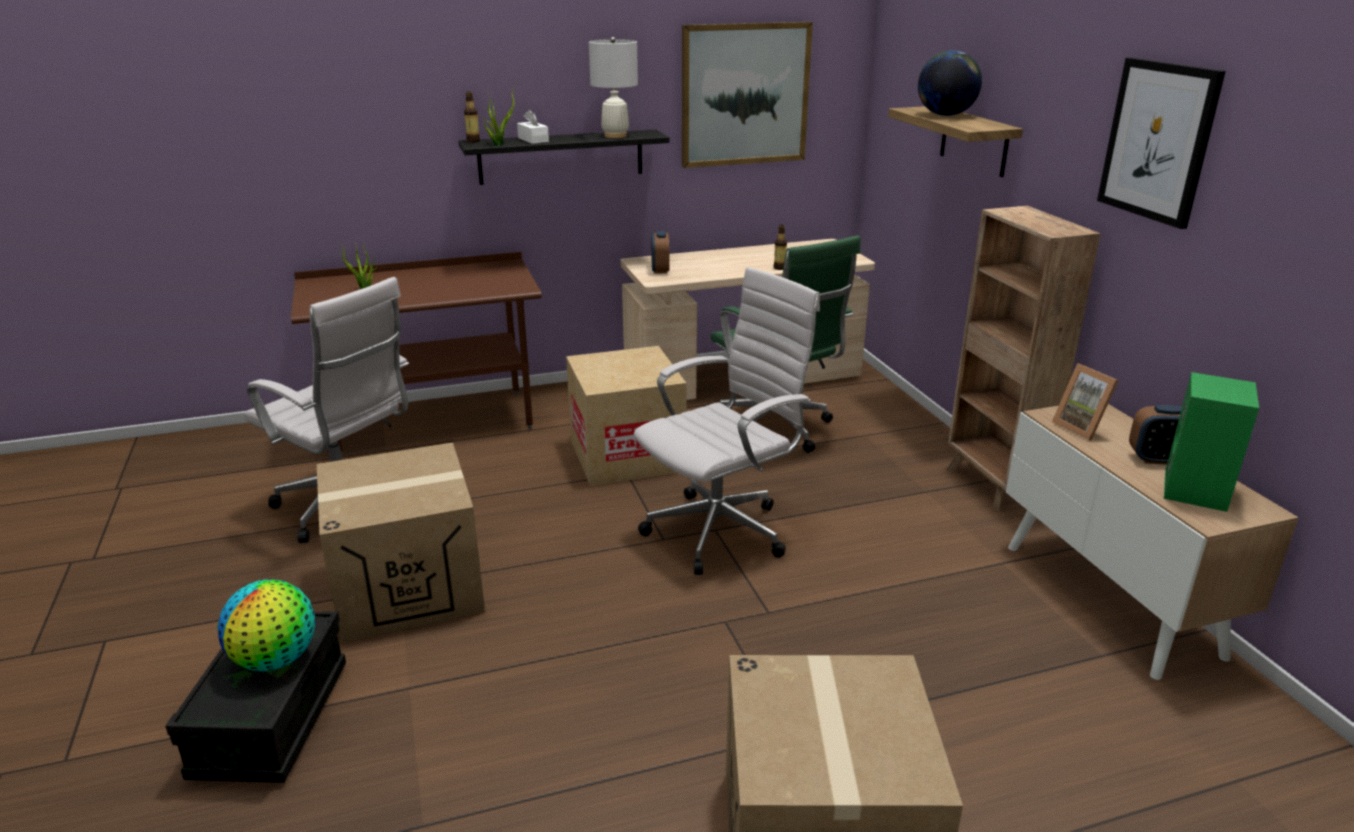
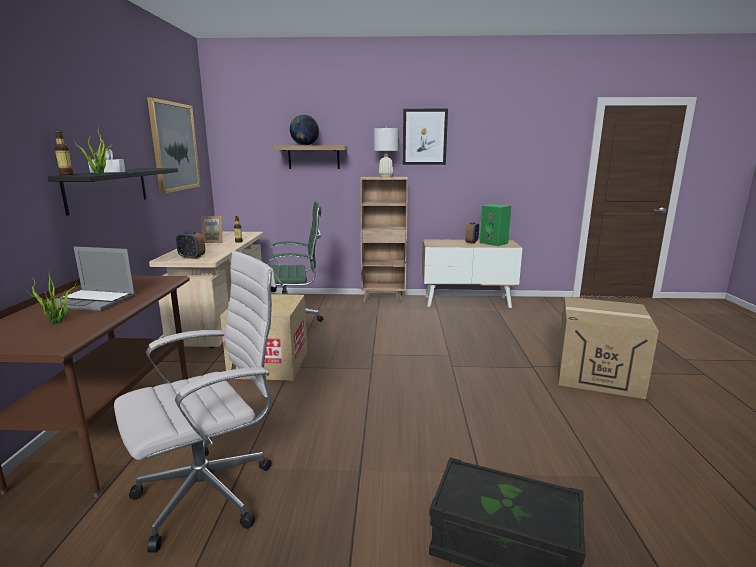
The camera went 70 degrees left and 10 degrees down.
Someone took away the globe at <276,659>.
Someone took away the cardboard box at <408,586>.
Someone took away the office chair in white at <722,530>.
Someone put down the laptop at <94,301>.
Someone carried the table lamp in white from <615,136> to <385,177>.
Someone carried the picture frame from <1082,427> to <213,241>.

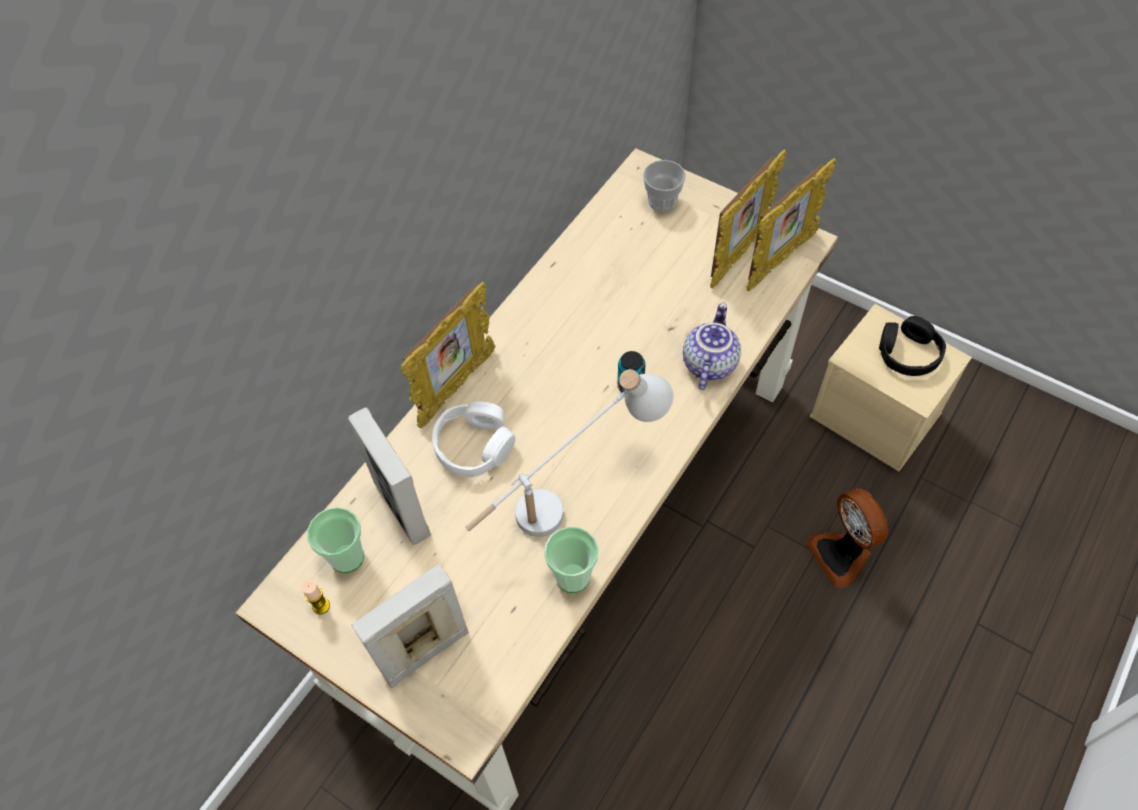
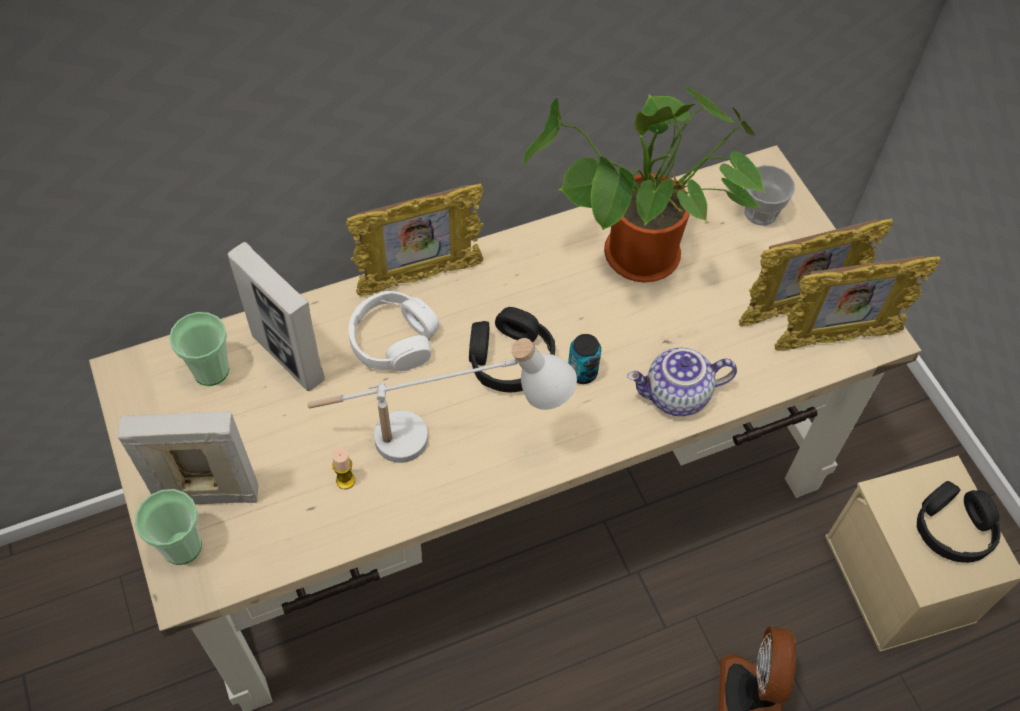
The camera went 30 degrees right and 0 degrees up.
Someone put down the headphones in black at <510,359>.
Someone put down the potted plant at <636,262>.
Someone carried the candle from <321,606> to <345,480>.
Someone carried the cup from <572,576> to <182,546>.
Someone rotated the picture frame at <402,509> by 45 degrees counterclockwise.
Someone rotated the teapot at <708,363> by 150 degrees counterclockwise.

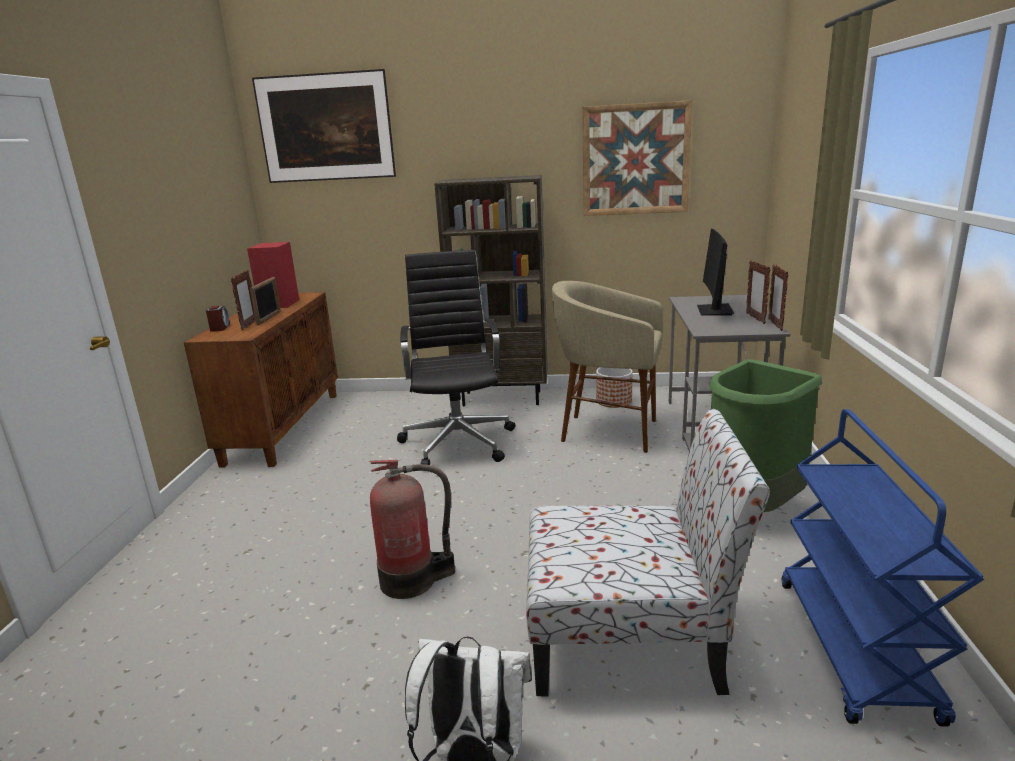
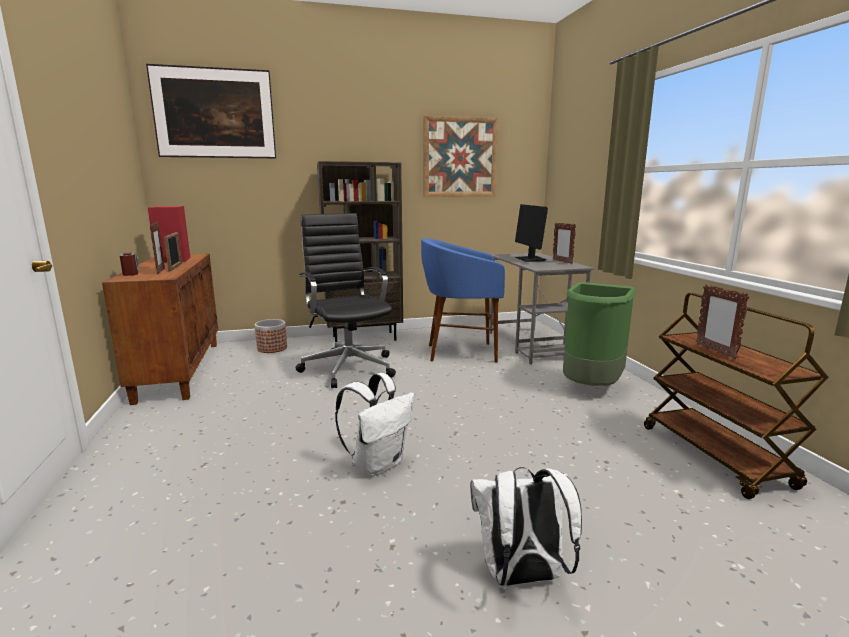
The camera went 20 degrees left and 5 degrees down.
Someone took away the chair at <629,638>.
Someone carried the planter from <614,401> to <272,348>.
Someone carried the picture frame from <775,325> to <715,351>.
Someone swapped the fire extinguisher at <412,580> for the backpack in white at <378,463>.
Someone repainted the stool in beige at <608,432>, which became the stool in blue at <461,353>.
Someone repainted the cart in blue at <855,648>, which became the cart in brown at <715,456>.

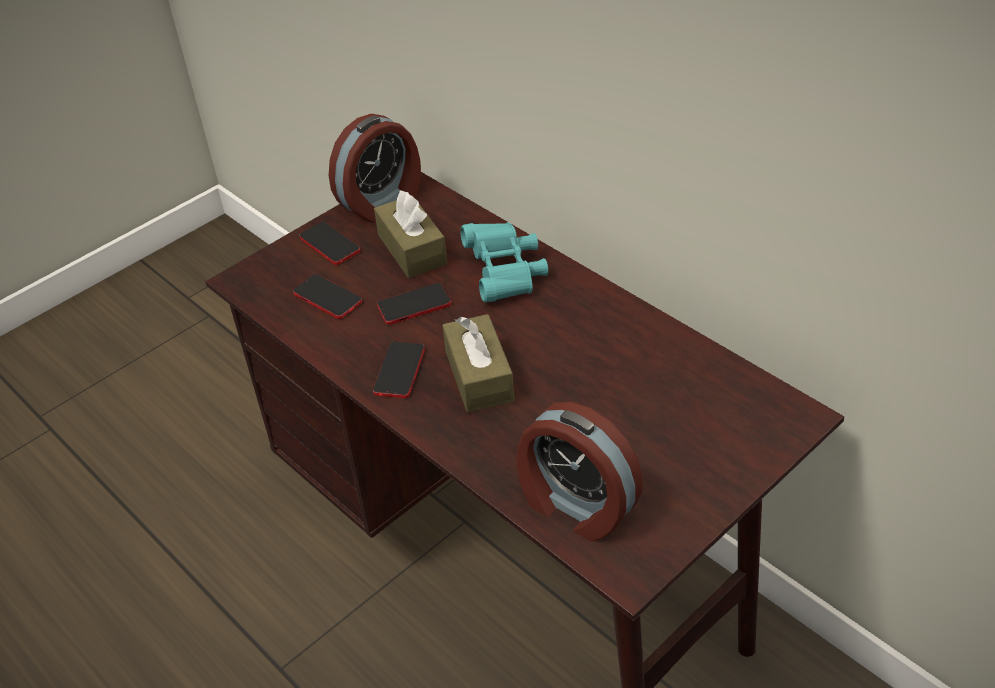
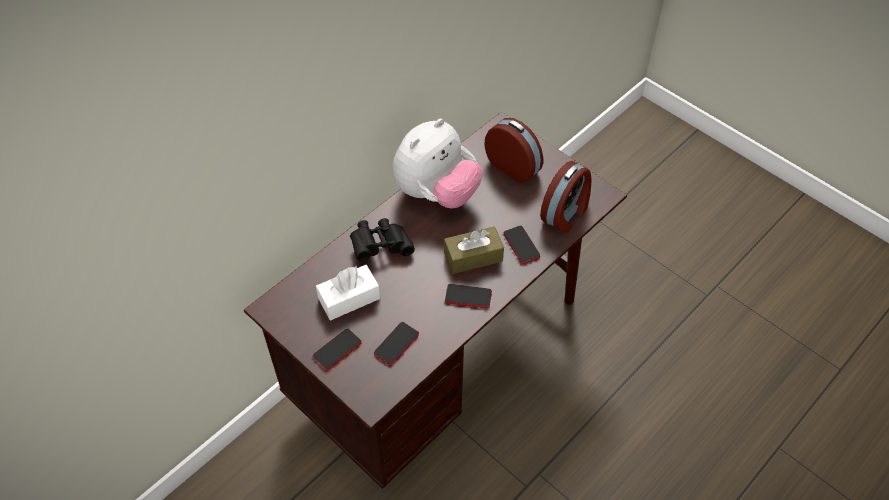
The camera went 95 degrees left and 10 degrees up.
Someone put down the plush toy at <436,193>.
Someone carried the alarm clock from <382,201> to <514,166>.
Someone carried the phone from <414,305> to <521,245>.
Someone repainted the tissue box in brown at <412,249>, which became the tissue box in white at <349,299>.
Someone repainted the binoculars in turquoise at <505,274>, which became the binoculars in black at <380,246>.

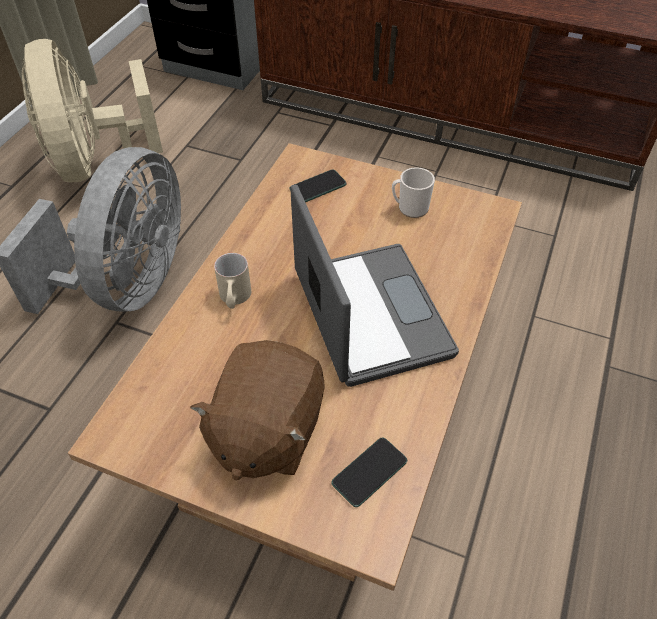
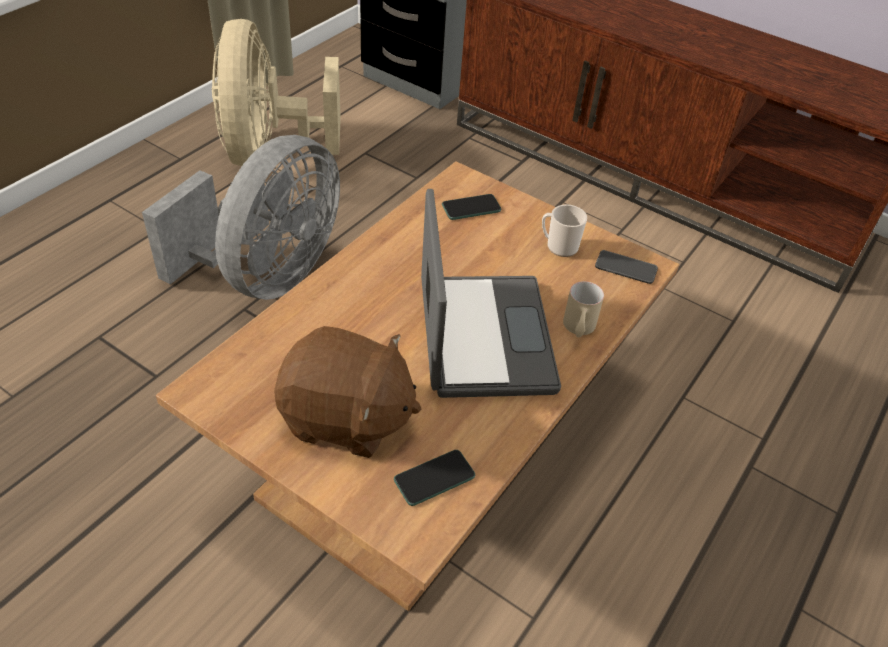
The camera went 10 degrees right and 5 degrees down.
Someone put down the phone at <625,268>.
Someone carried the mug in beige from <234,299> to <578,330>.
Someone rotated the plush toy in brown at <266,431> by 105 degrees counterclockwise.

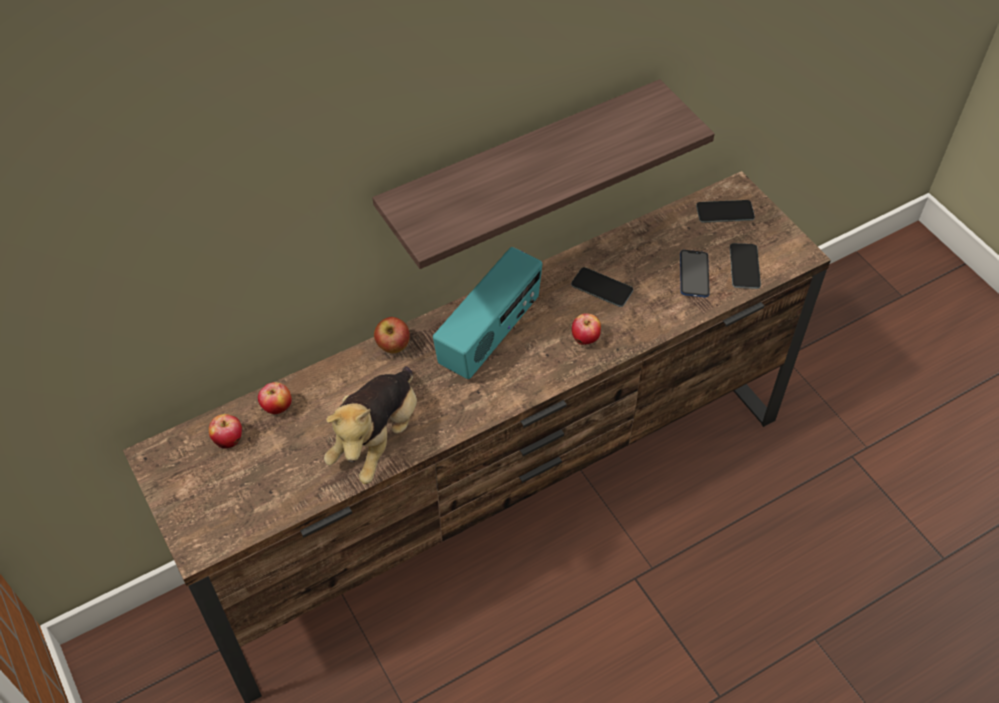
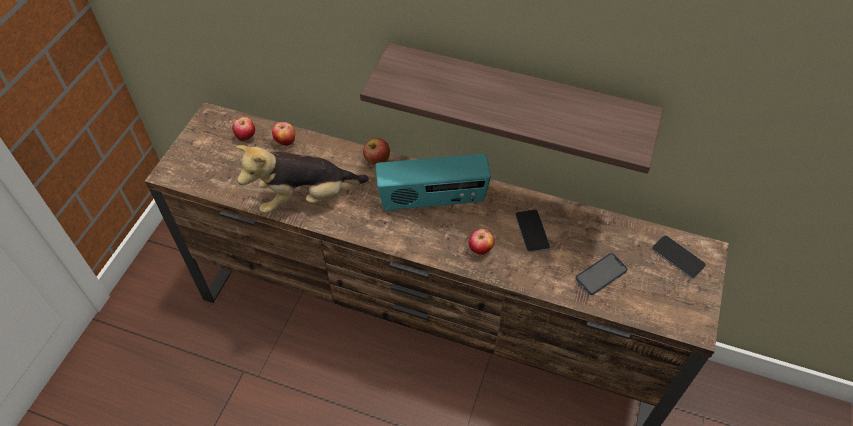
The camera went 50 degrees right and 0 degrees up.
Someone took away the phone at <744,266>.

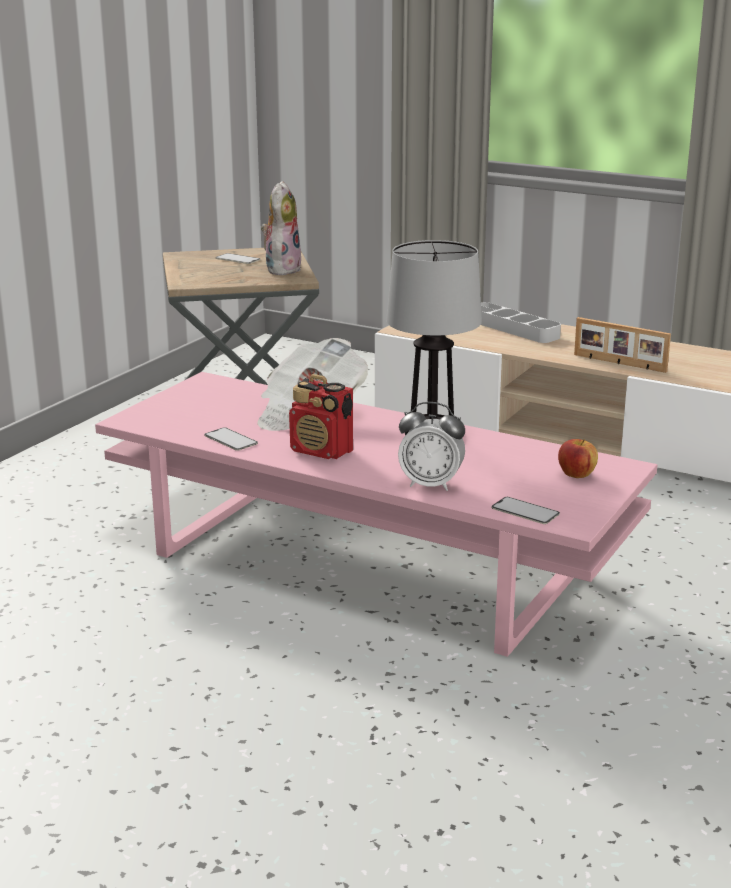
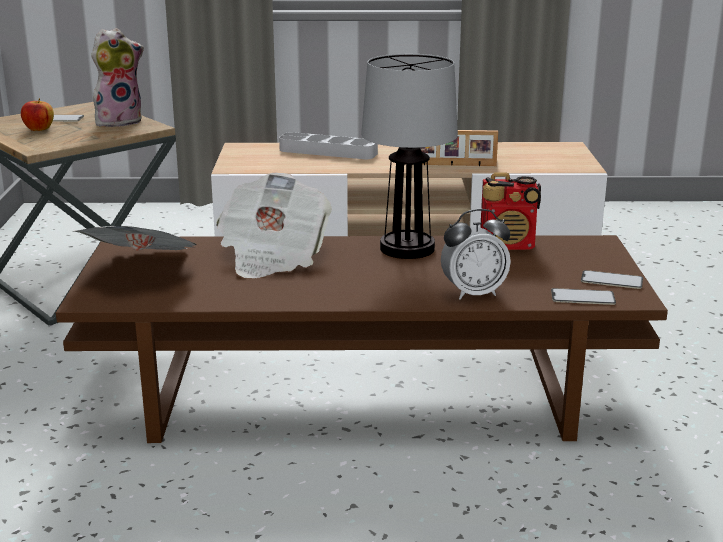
The camera went 30 degrees left and 0 degrees up.
Someone put down the newspaper at <143,270>.
Someone carried the phone from <231,439> to <611,280>.
Someone carried the radio from <322,451> to <508,245>.
Someone carried the apple from <576,474> to <39,129>.
Someone repainted the coffee table in pink at <367,563>, which became the coffee table in brown at <363,392>.
Someone rotated the plush toy at <281,269> by 75 degrees clockwise.

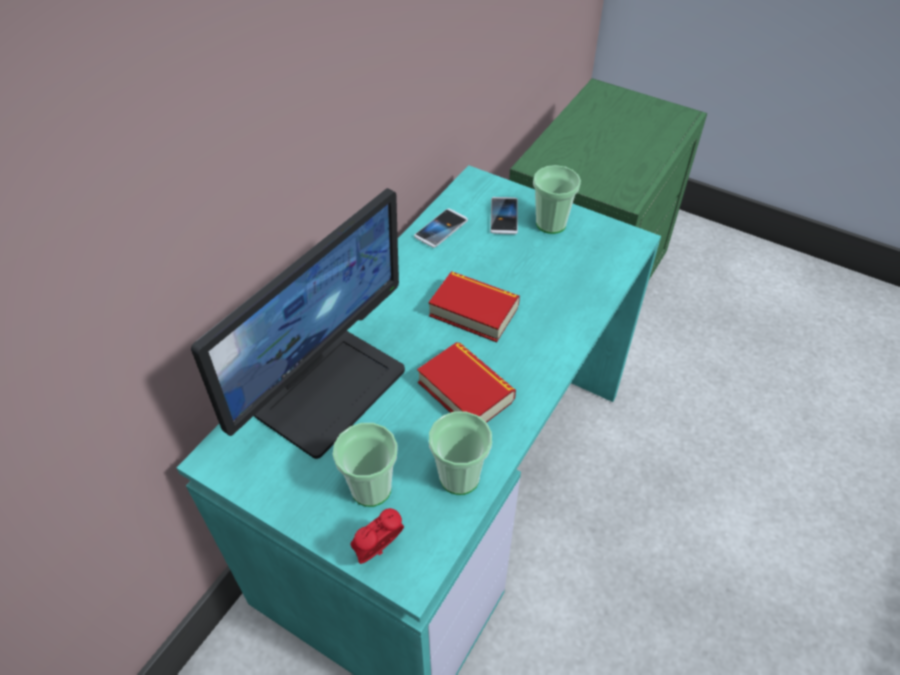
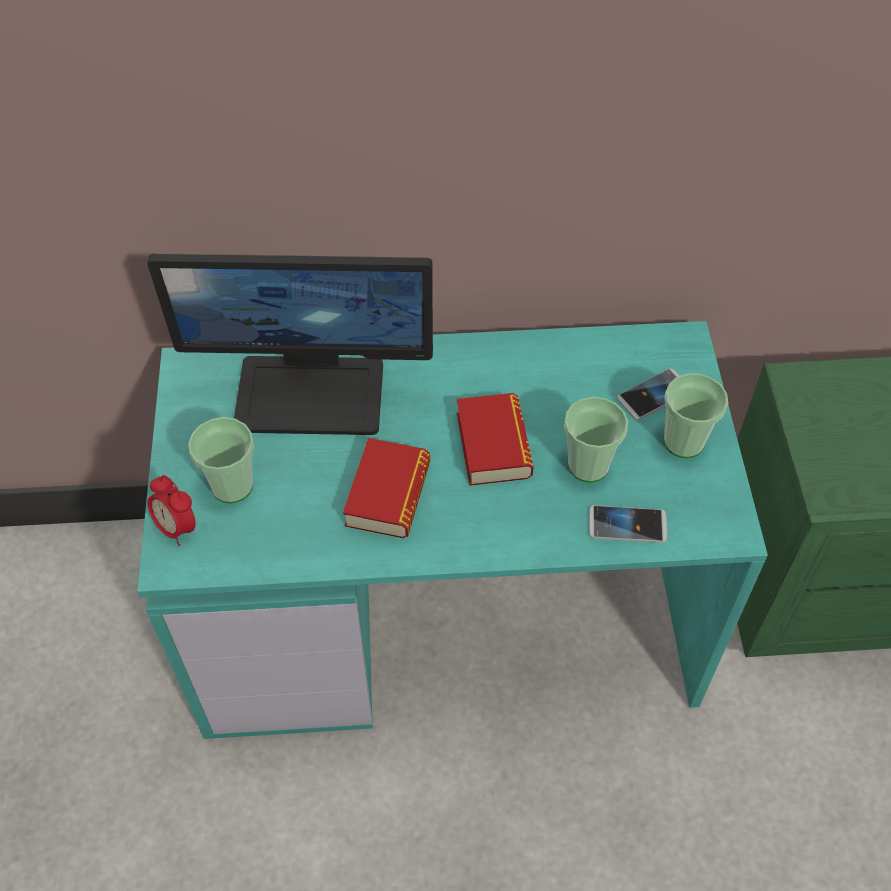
The camera went 55 degrees right and 5 degrees up.
Someone carried the phone from <441,229> to <627,525>.
Someone carried the cup from <459,477> to <588,465>.
Someone rotated the alarm clock at <379,551> by 150 degrees counterclockwise.

